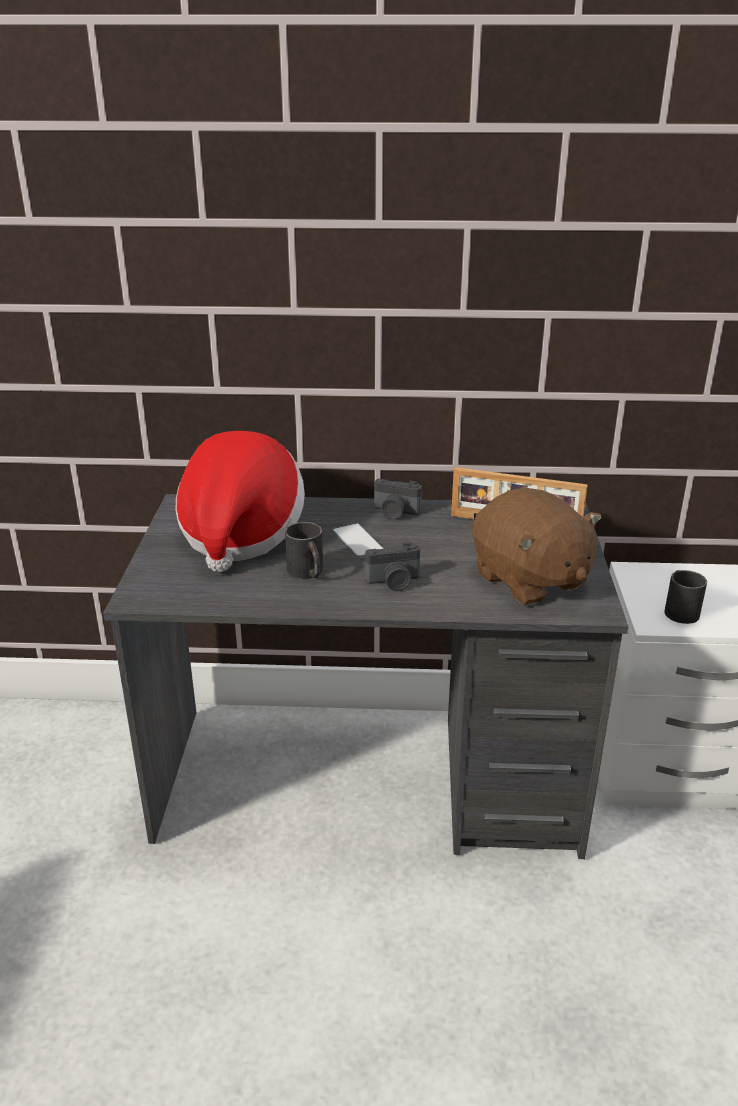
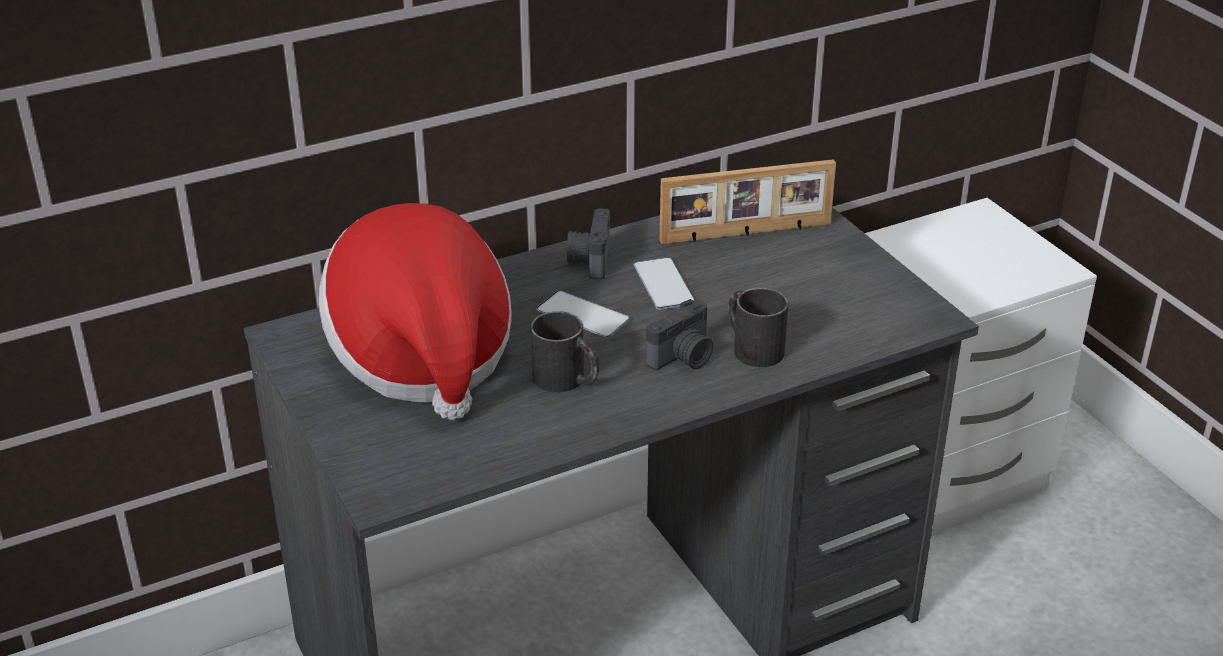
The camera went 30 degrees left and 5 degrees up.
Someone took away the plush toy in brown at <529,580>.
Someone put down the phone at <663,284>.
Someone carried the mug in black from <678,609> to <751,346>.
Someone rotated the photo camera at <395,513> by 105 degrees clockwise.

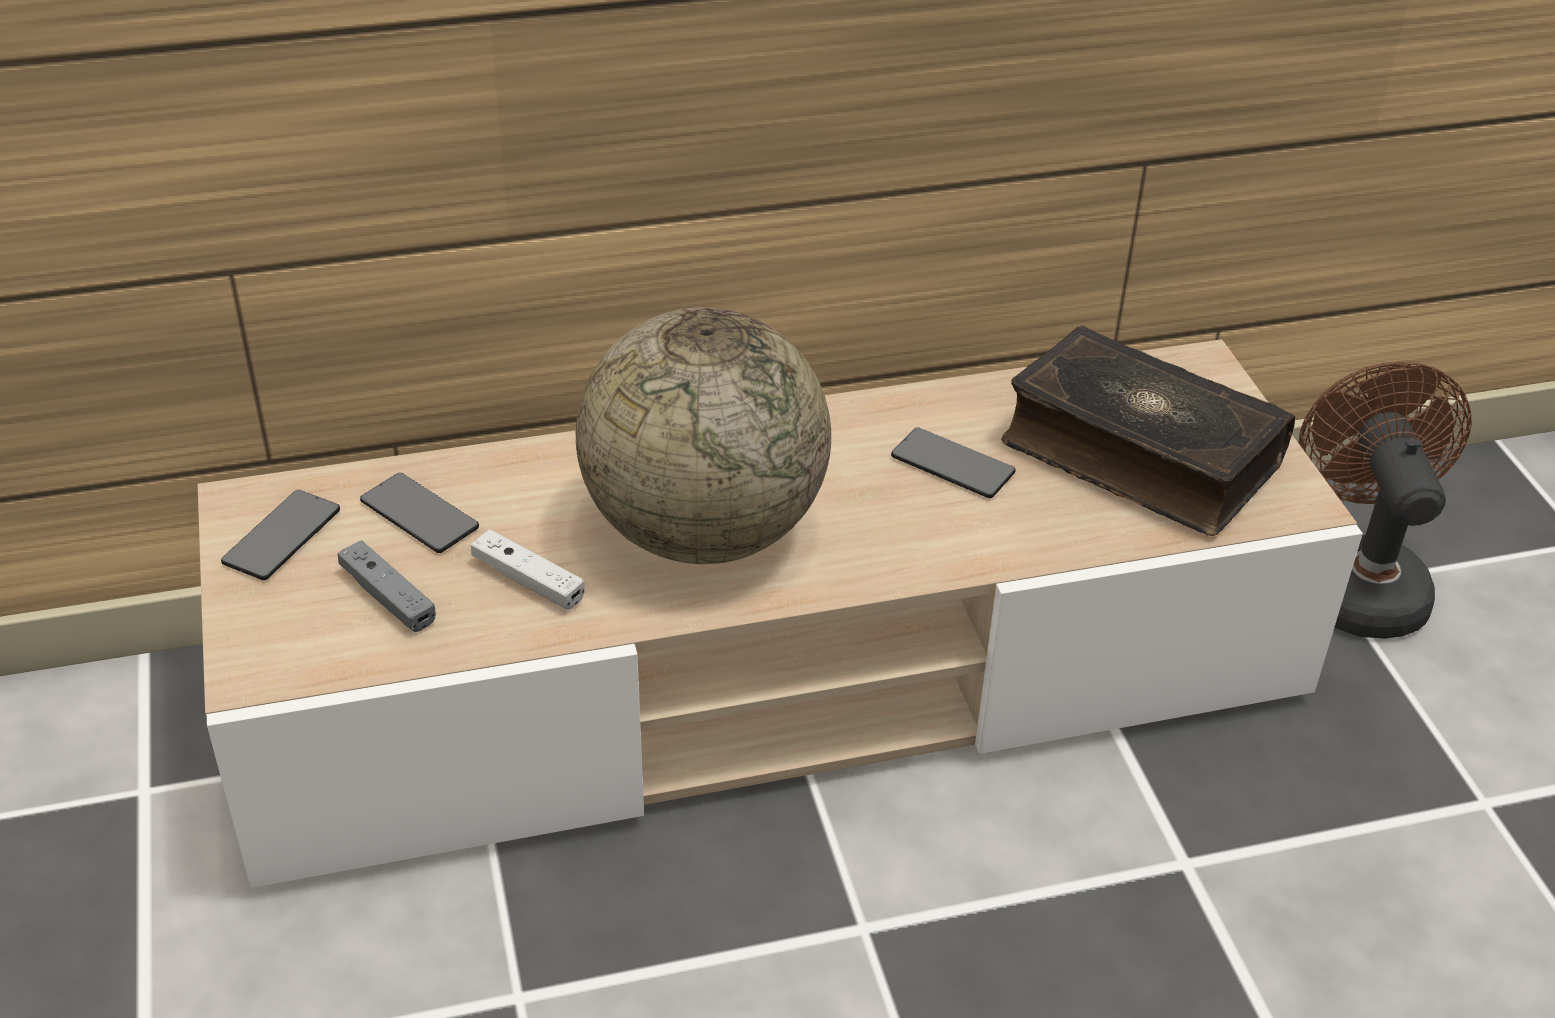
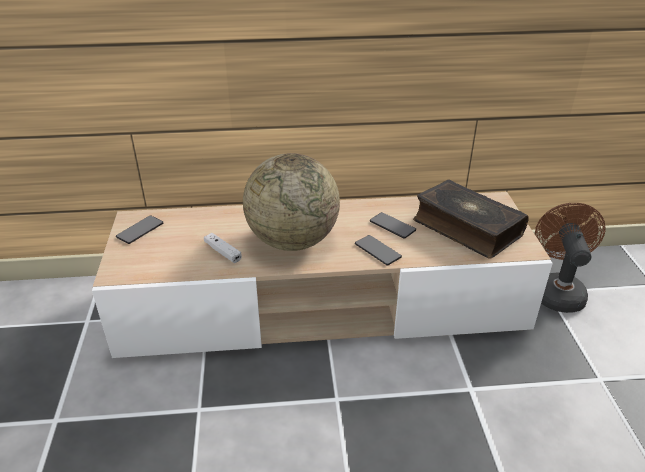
The camera went 10 degrees right and 5 degrees down.
Someone took away the game controller in grey at <388,597>.
Someone carried the phone from <419,515> to <377,251>.

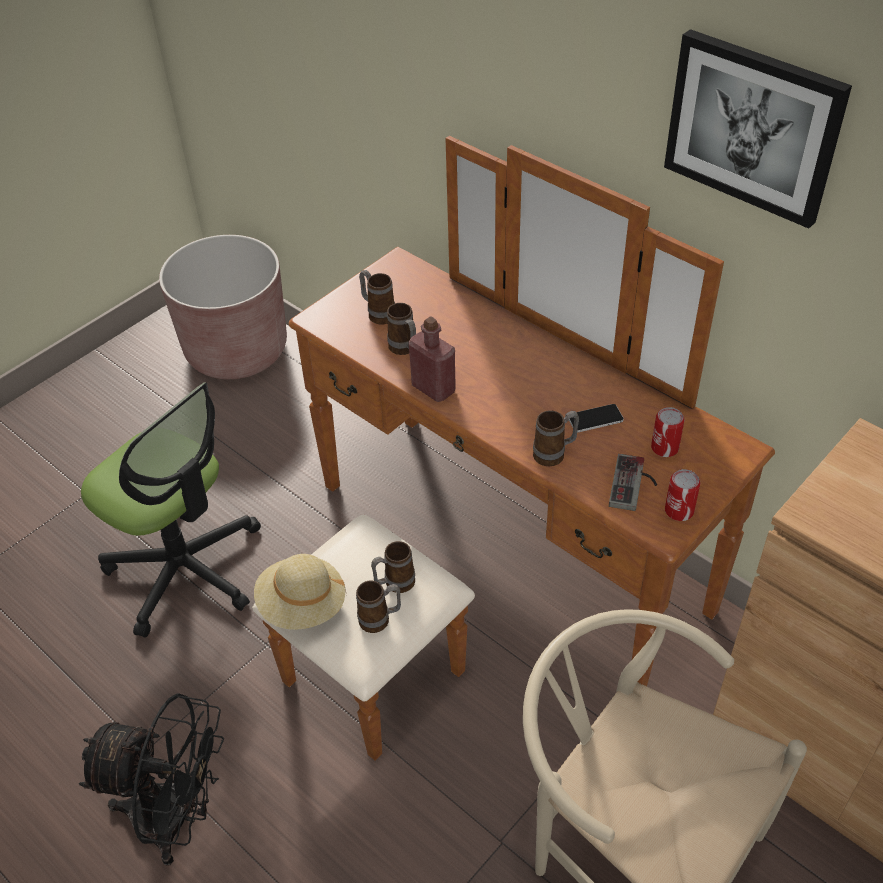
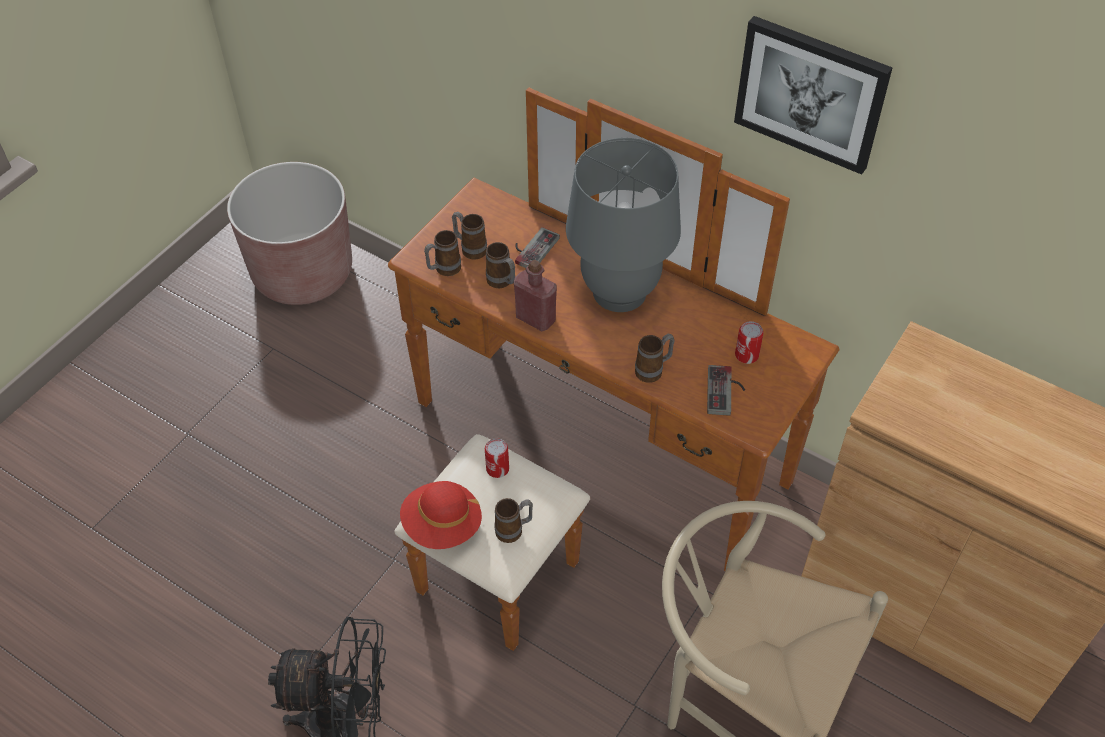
The camera went 10 degrees left and 5 degrees up.
Someone took away the office chair at <186,569>.
Someone took away the phone at <595,419>.
Someone put down the game controller at <532,248>.
Someone put down the table lamp in grey at <619,292>.
Someone carried the mug from <394,584> to <443,270>.
Someone carried the can from <679,510> to <497,469>.
Someone repainted the hat in beige at <302,605>, which became the hat in red at <442,525>.

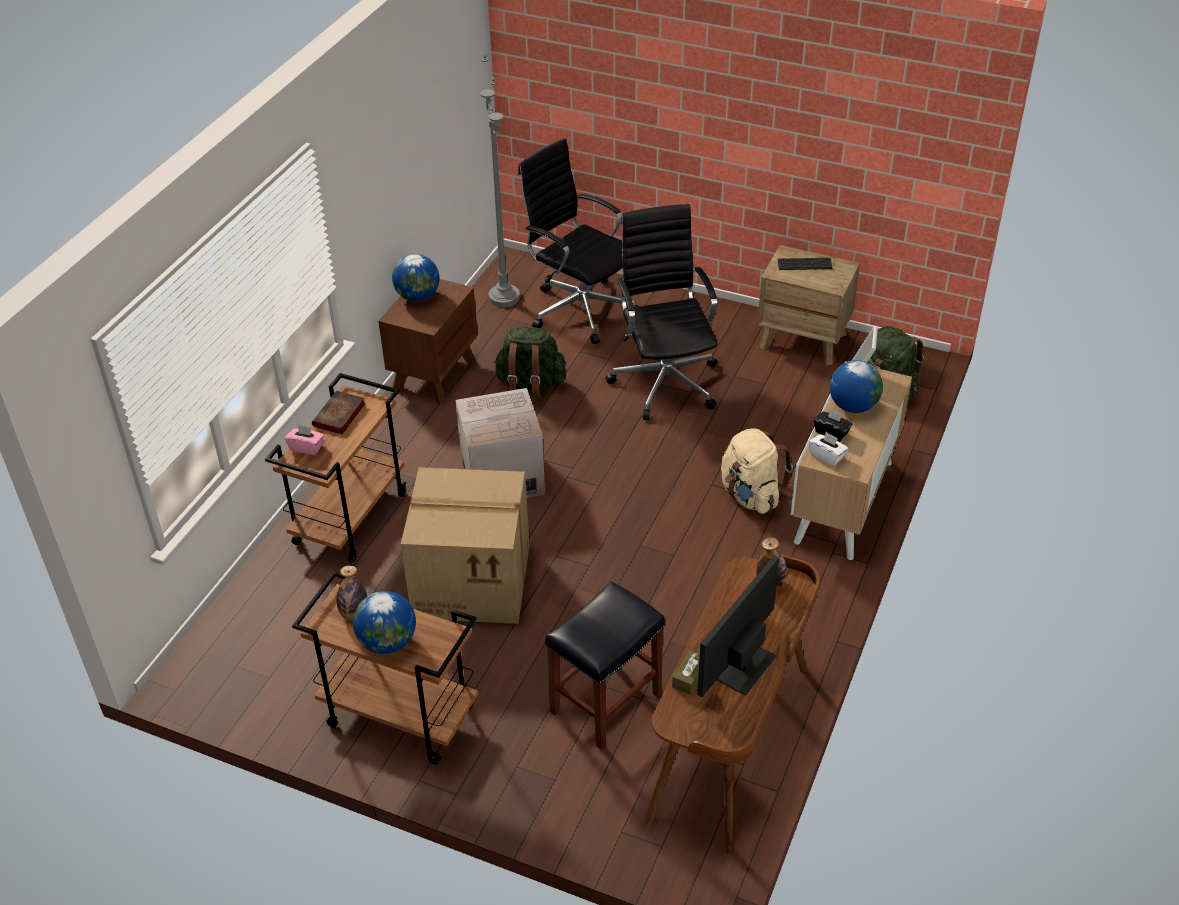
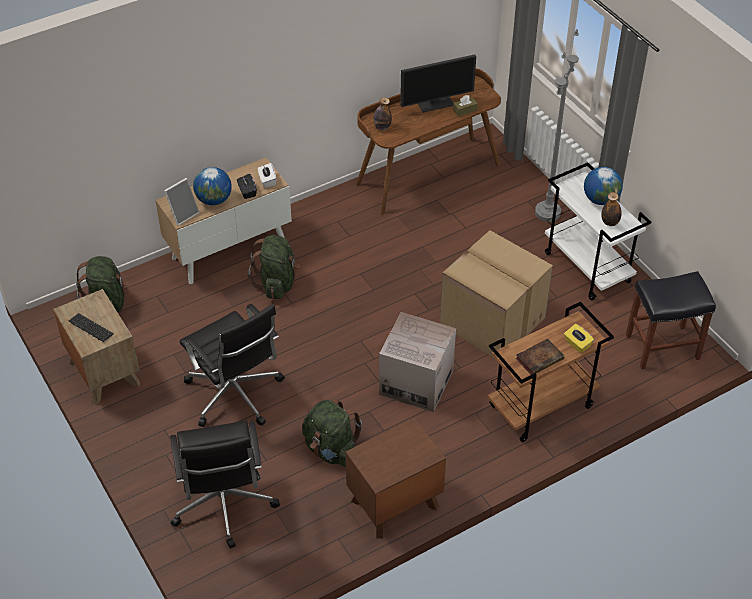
The camera went 145 degrees left and 5 degrees up.
Someone took away the globe at <418,297>.
Someone carried the floor lamp in grey from <504,298> to <547,212>.
Someone carried the stool in black from <606,702> to <661,347>.
Someone repainted the tissue box in pink at <306,448>, which became the tissue box in yellow at <577,344>.
Someone repainted the cart in brown at <398,717>, which became the cart in white at <588,268>.
Someone repainted the backpack in beige at <750,495>, which became the backpack in green at <277,283>.
Someone rotated the office chair in black at <665,381> by 60 degrees counterclockwise.

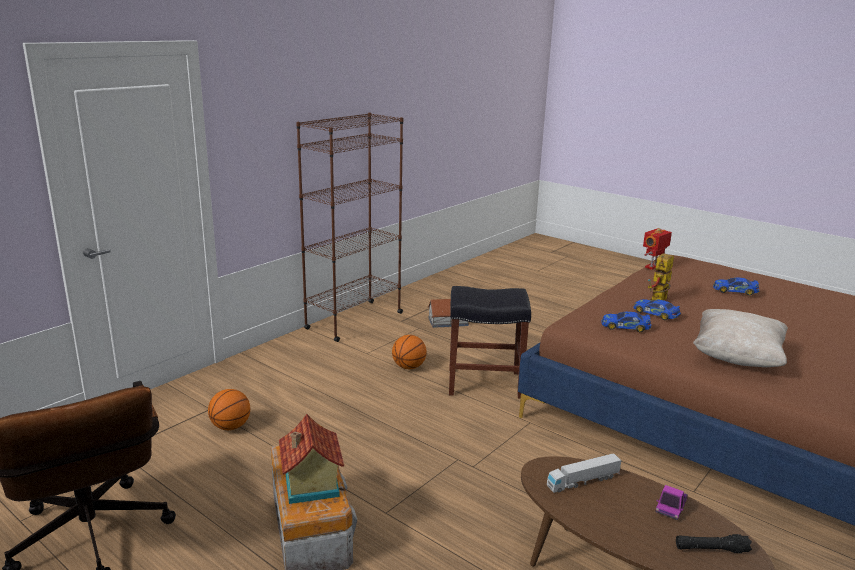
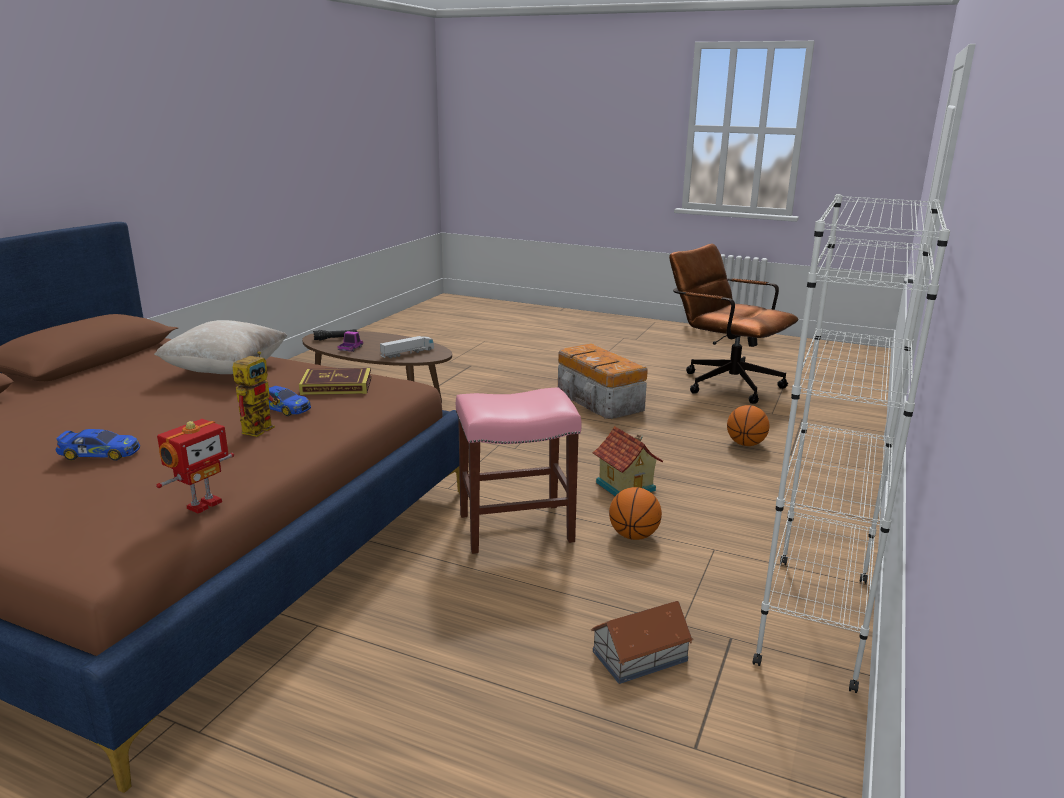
The camera went 165 degrees right and 0 degrees up.
Someone carried the toy house from <310,485> to <626,486>.
Someone swapped the toy car at <625,326> for the book at <336,386>.
Someone repainted the bookcase in brown at <354,321>, which became the bookcase in white at <814,619>.
Someone repainted the stool in black at <485,383>, which became the stool in pink at <514,528>.

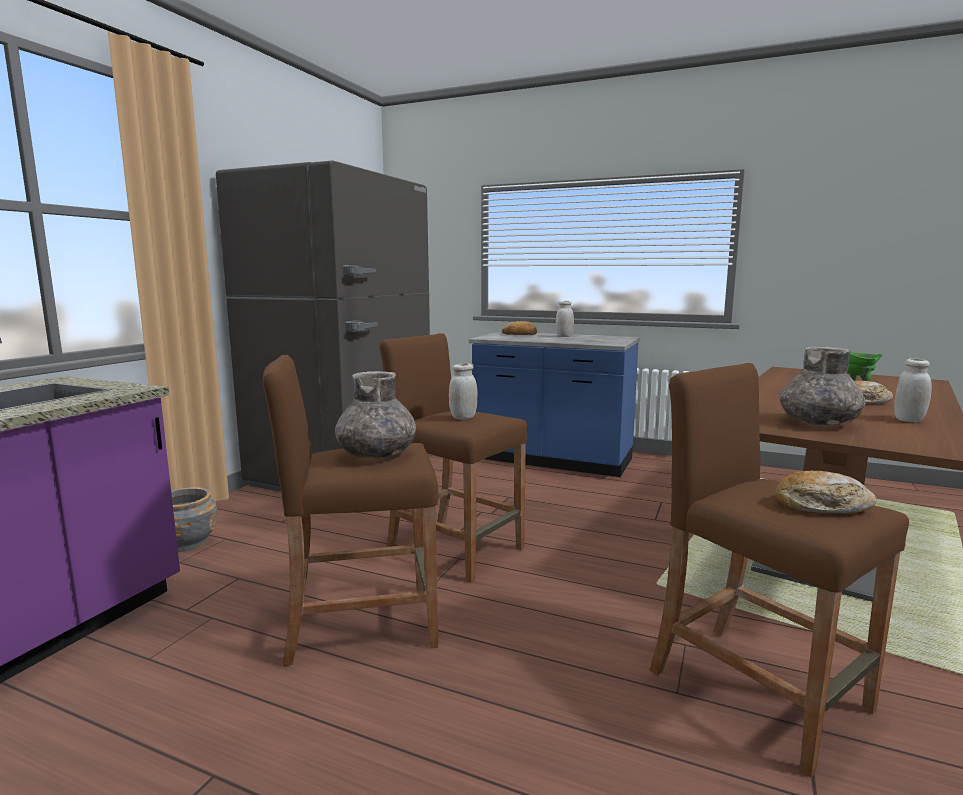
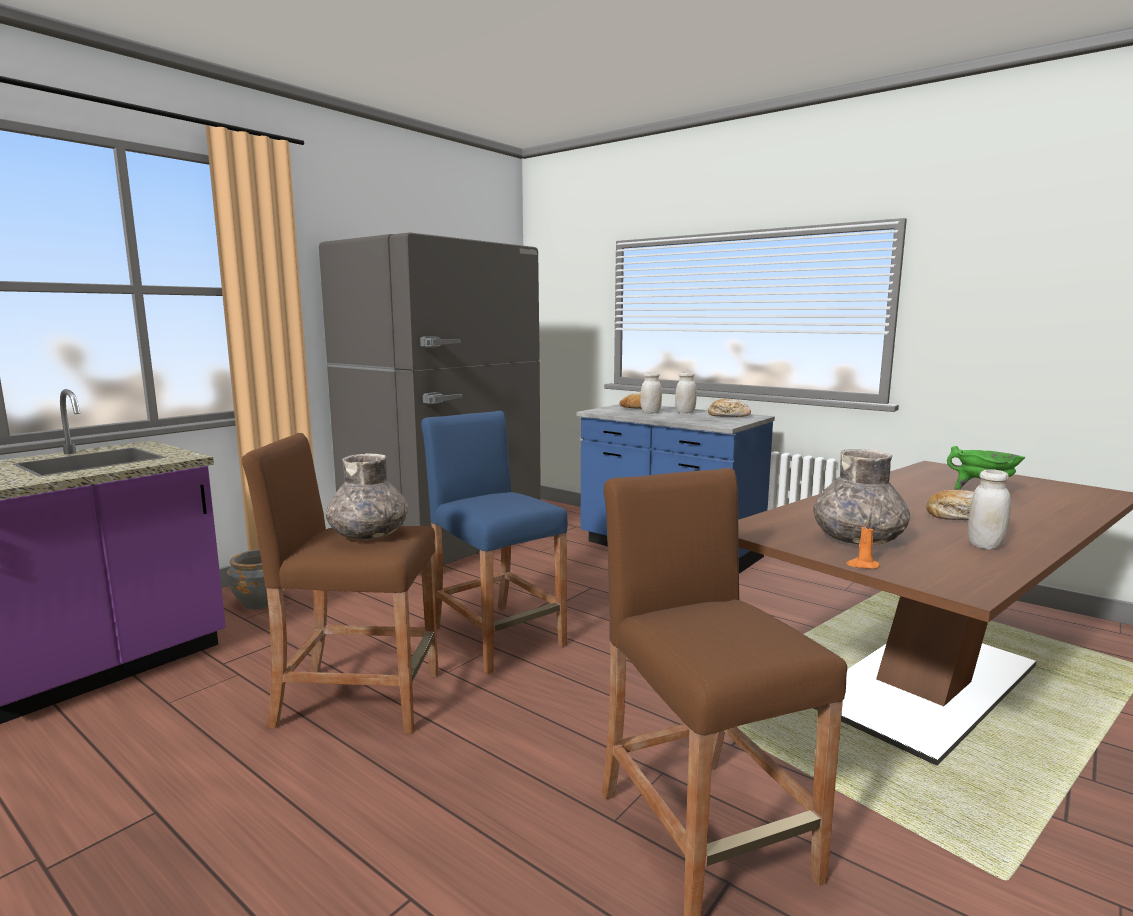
The camera went 15 degrees right and 0 degrees up.
Someone put down the candle in orange at <862,565>.
Someone carried the jar in white from <463,417> to <650,413>.
Someone carried the bread from <821,506> to <728,415>.
Someone repainted the stool in brown at <455,548>, which became the stool in blue at <497,636>.

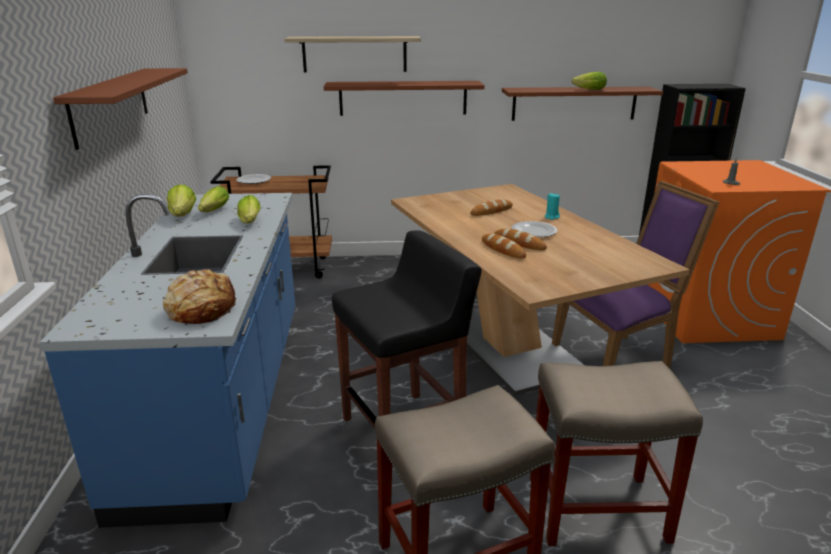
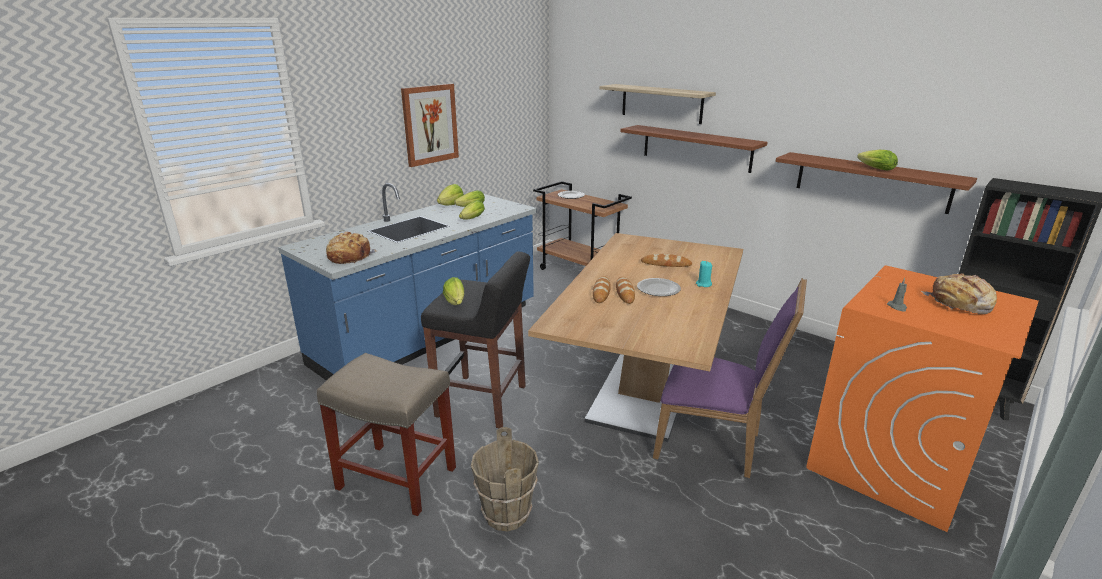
The camera went 45 degrees right and 0 degrees up.
Someone put down the lettuce at <455,302>.
Someone put down the bread at <959,304>.
Someone swapped the shelf in brown at <110,105> for the picture at <430,124>.
Someone swapped the stool in beige at <595,509> for the bucket in brown at <506,514>.

